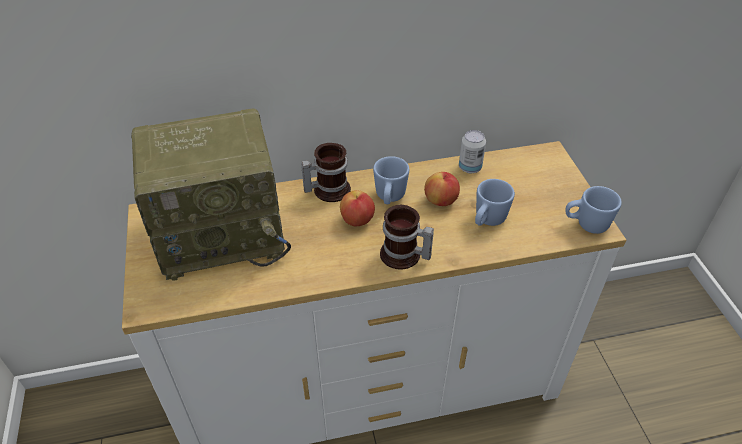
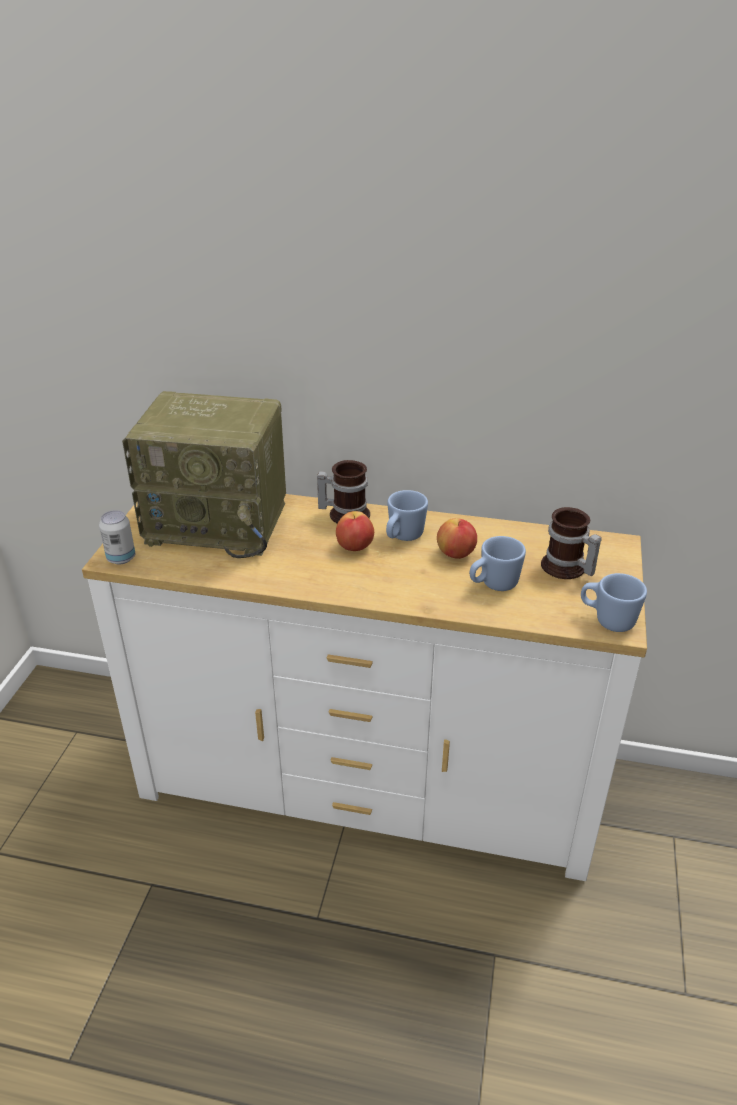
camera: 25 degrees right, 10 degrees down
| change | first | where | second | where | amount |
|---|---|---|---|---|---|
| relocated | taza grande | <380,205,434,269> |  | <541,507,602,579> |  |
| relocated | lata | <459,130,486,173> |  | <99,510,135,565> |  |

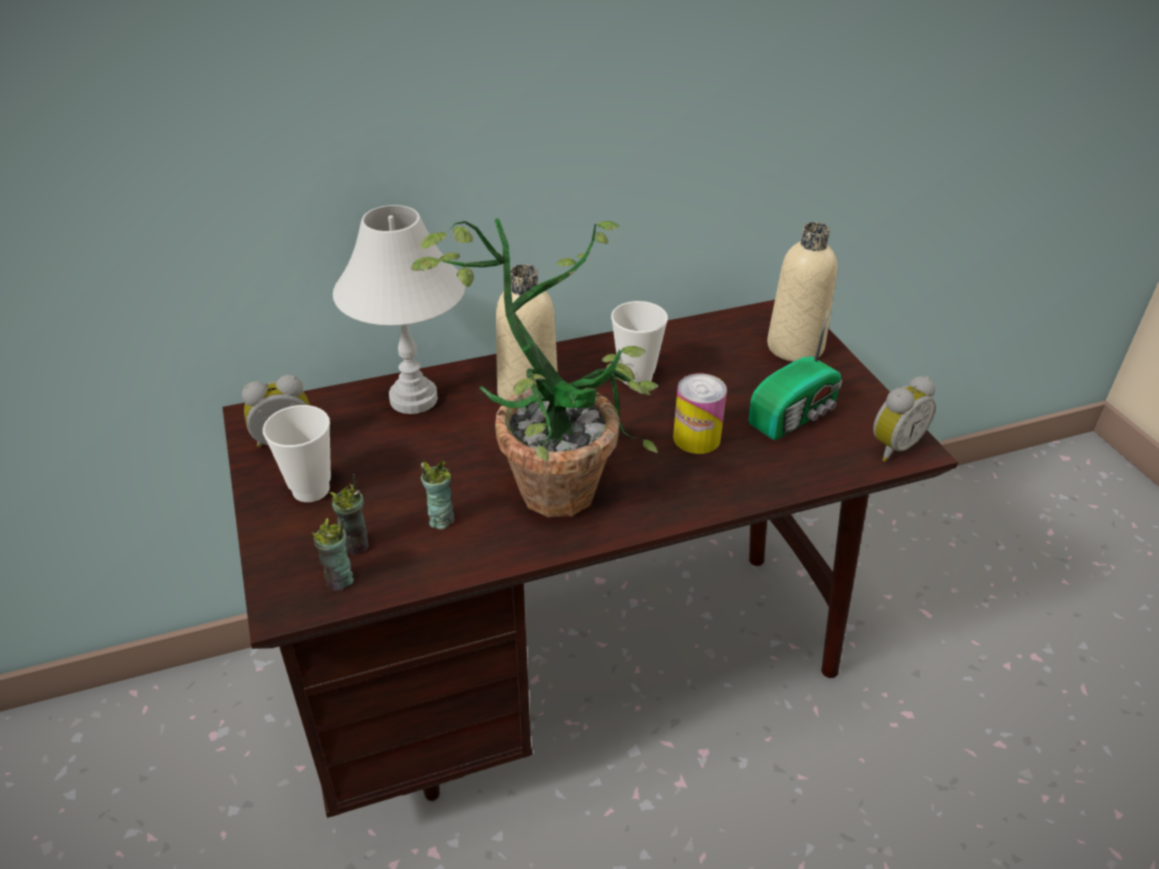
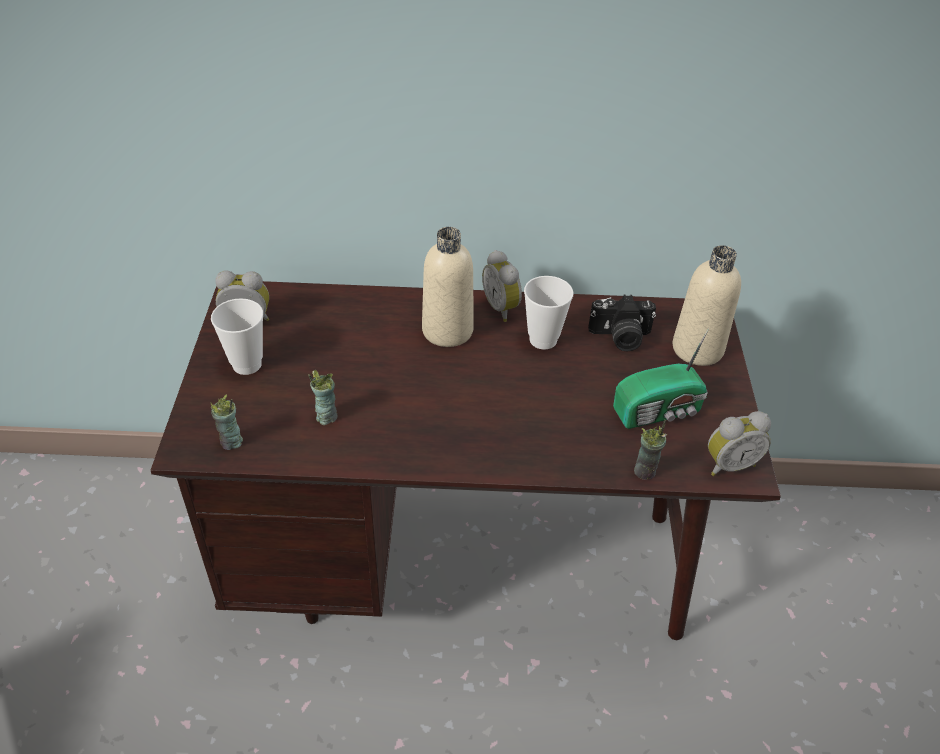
camera: 20 degrees right, 5 degrees up
| change | first | where | second | where | amount |
|---|---|---|---|---|---|
| relocated | taza | <330,474,369,555> |  | <634,419,667,479> |  |
| missing | lámpara de mesa [blanco] | <333,205,466,414> |  |  |  |
| missing | planta en maceta | <411,218,659,517> |  |  |  |
| missing | lata | <673,373,727,454> |  |  |  |
| appeared |  |  | despertador | <482,250,522,322> |  |
| appeared |  |  | cámara | <588,295,656,351> |  |

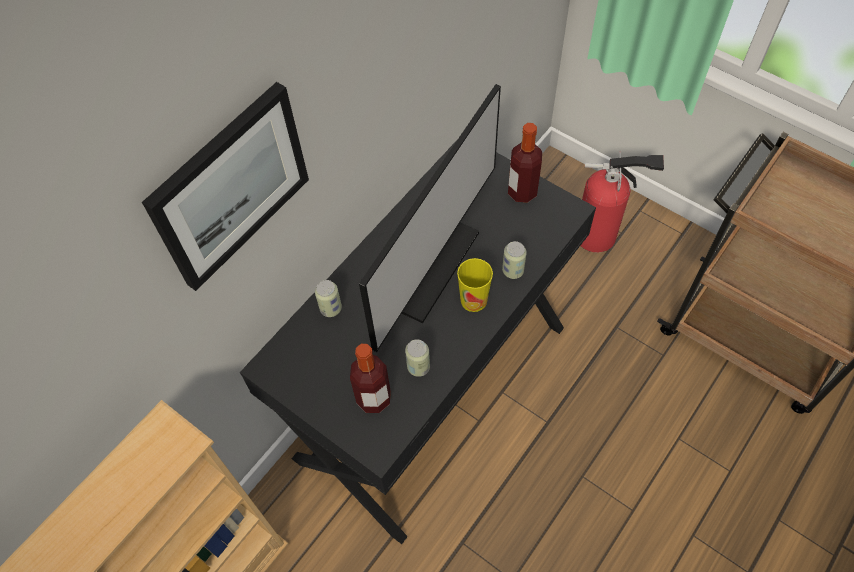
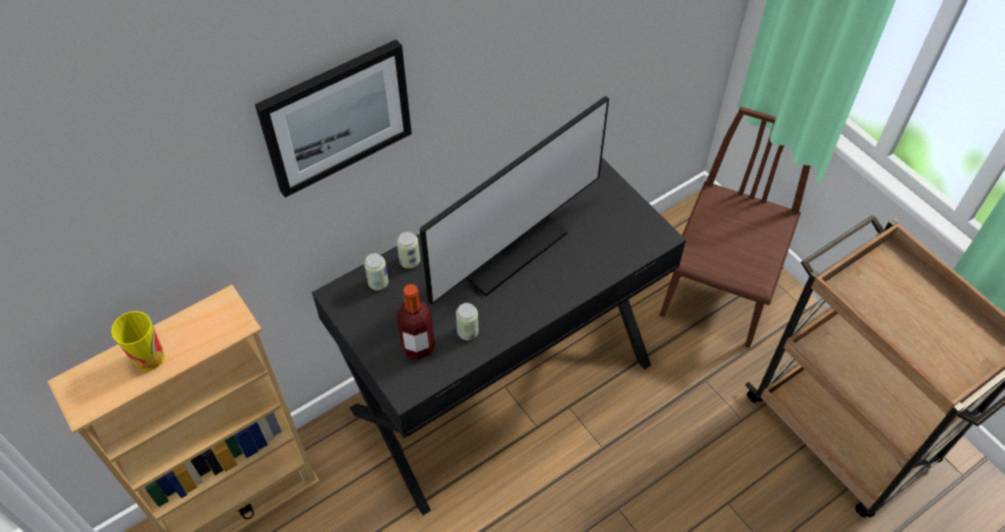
camera: 15 degrees right, 5 degrees down
| change | first | where | second | where | amount |
|---|---|---|---|---|---|
| relocated | taza | <457,258,493,312> |  | <111,311,165,371> |  |
| relocated | lata | <502,241,527,279> |  | <364,253,388,290> |  |
| missing | botella | <508,123,542,203> |  |  |  |
| exchanged | extintor | <581,152,664,252> | silla [marrón] | <659,107,810,348> |  |

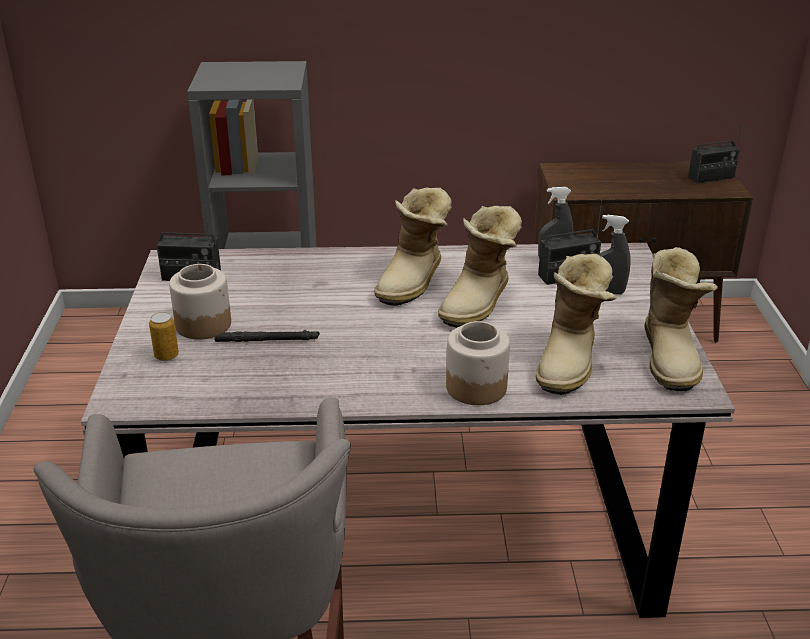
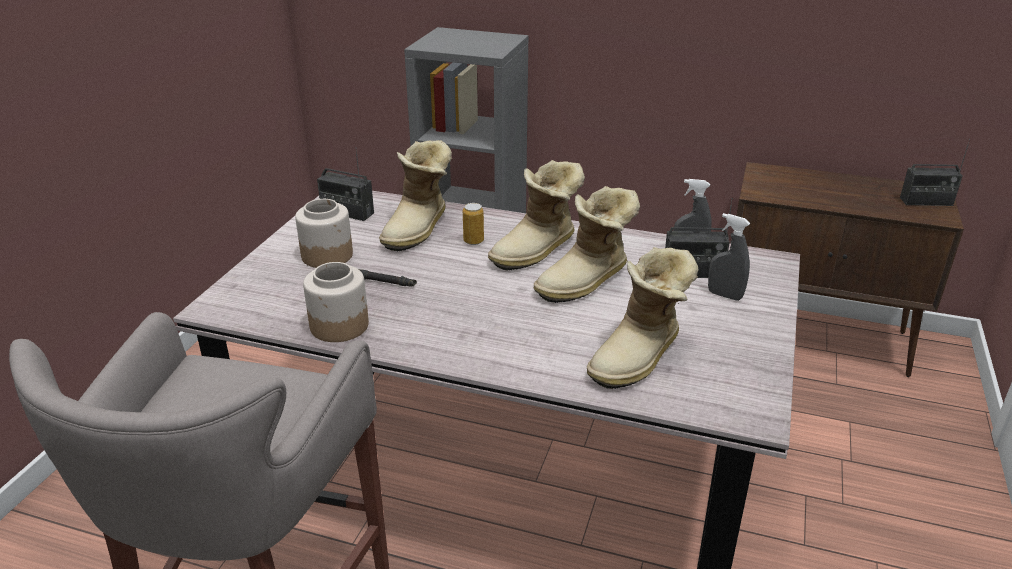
camera: 20 degrees right, 0 degrees up
| change | first | where | second | where | amount |
|---|---|---|---|---|---|
| relocated | lata | <149,312,179,361> |  | <463,203,484,245> |  |
| relocated | tarro | <446,321,510,405> |  | <303,262,369,342> |  |
| relocated | bota | <645,247,718,391> |  | <379,140,452,252> |  |

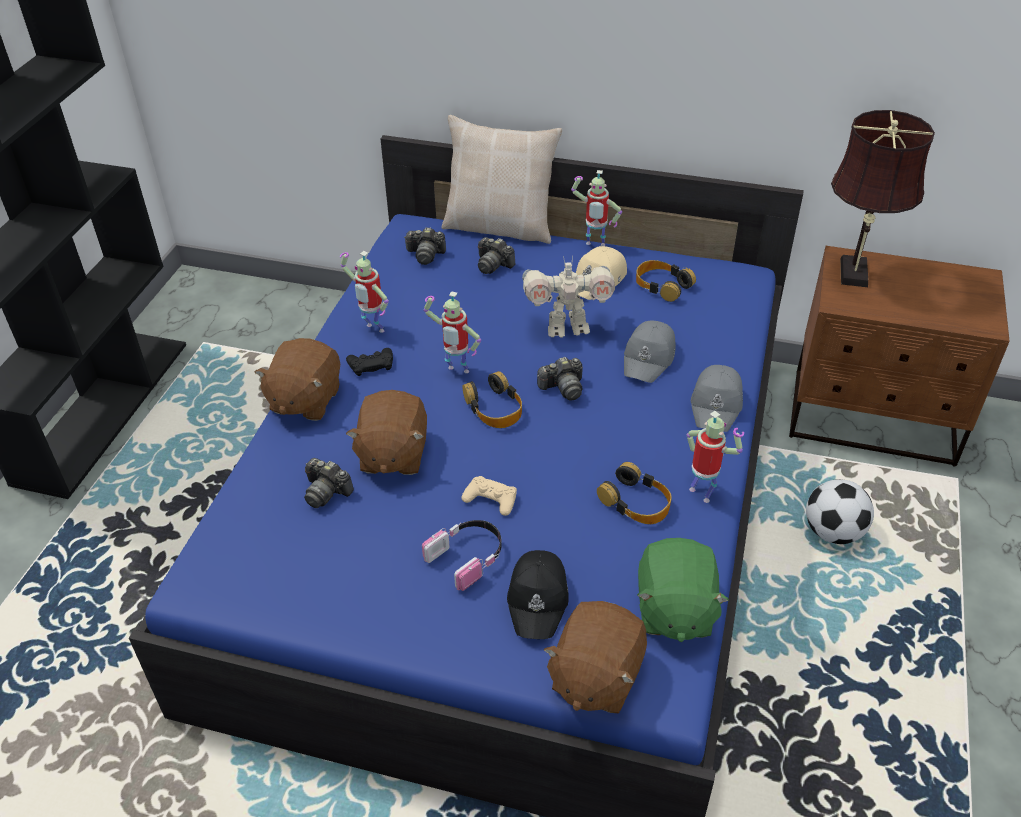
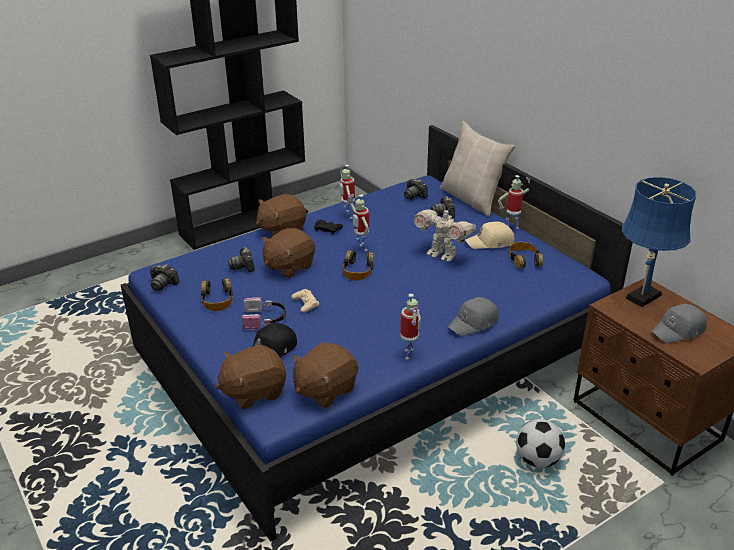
camera: 40 degrees right, 10 degrees down
| change | first | where | second | where | amount |
|---|---|---|---|---|---|
| relocated | cámara | <537,357,583,401> |  | <150,264,180,291> |  |
| spun | robot de juguete | <571,170,622,246> |  | <498,175,530,229> | 120 degrees clockwise |
| relocated | auriculares | <597,462,672,524> |  | <201,278,233,311> |  |
| relocated | gorra [gris] | <624,321,676,383> |  | <651,304,707,343> |  |
| colour | peluche [verde] | <637,538,729,642> | peluche [marrón] | <292,342,358,408> |  |
| colour | lámpara de mesa [marrón] | <831,110,935,287> | lámpara de mesa [azul] | <622,177,696,307> |  |

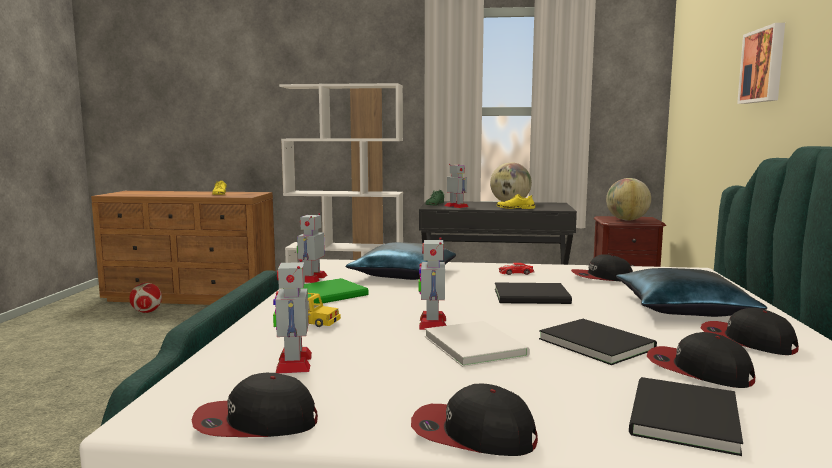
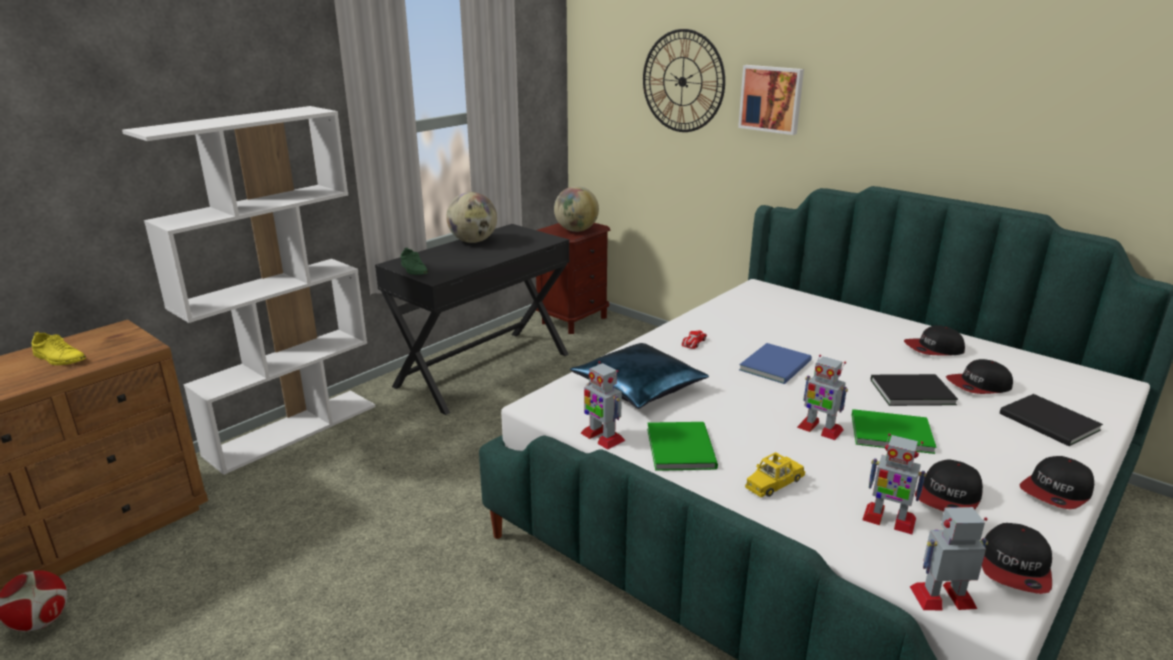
camera: 55 degrees left, 15 degrees up
| change | first | where | second | where | amount |
|---|---|---|---|---|---|
| colour | libro [blanco] | <425,321,530,367> | libro [verde] | <852,409,936,454> |  |
| relocated | robot de juguete | <445,164,468,208> |  | <910,507,988,610> |  |
| colour | libro [negro] | <495,283,572,304> | libro [azul] | <739,343,812,384> |  |
| missing | zapato [amarillo] | <496,194,535,209> |  |  |  |
| relocated | gorra | <571,254,633,281> |  | <915,459,983,511> |  |
| missing | cojín [azul] | <616,268,767,317> |  |  |  |
| appeared |  |  | reloj de pared | <643,29,725,132> |  |

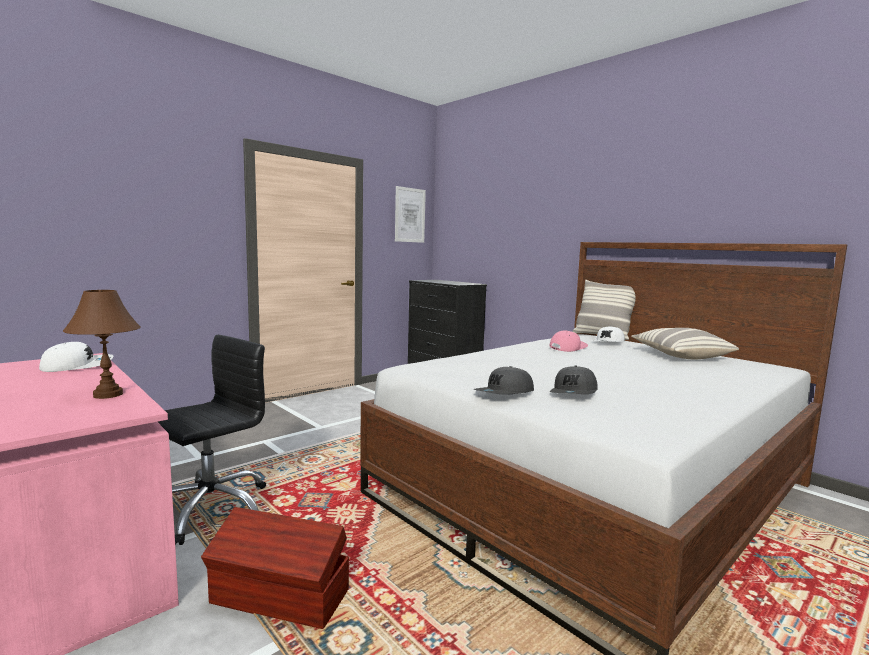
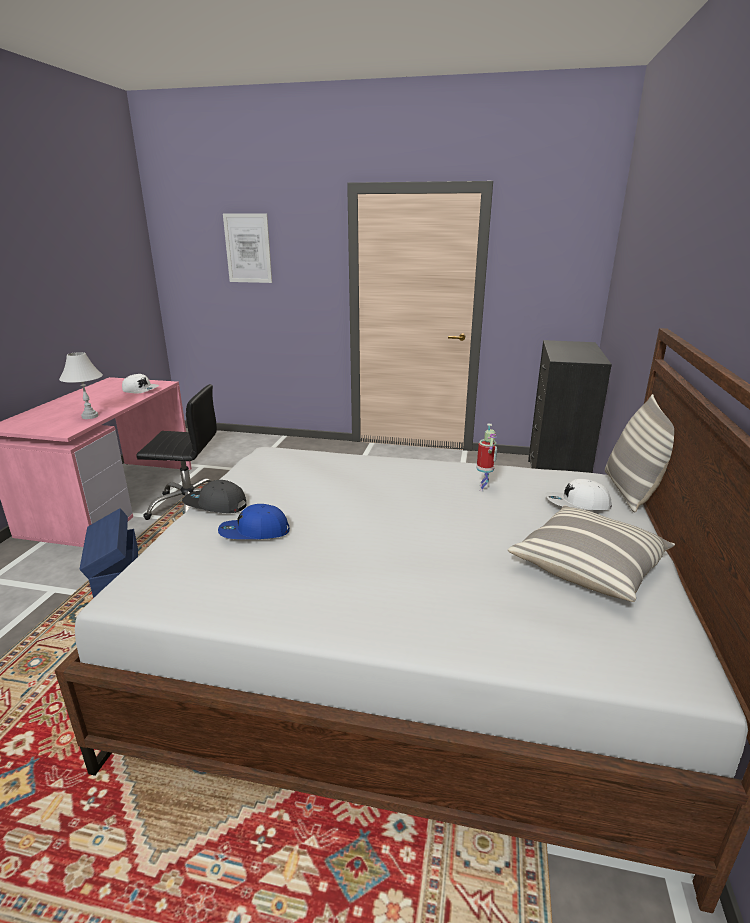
camera: 55 degrees right, 15 degrees up
| change | first | where | second | where | amount |
|---|---|---|---|---|---|
| colour | lámpara de mesa [marrón] | <63,290,141,399> | lámpara de mesa [blanco] | <59,352,103,419> |  |
| colour | caja de almacenaje [marrón] | <201,507,349,629> | caja de almacenaje [azul] | <79,508,138,598> |  |
| relocated | cuadro | <395,186,426,243> |  | <223,213,272,283> |  |
| exchanged | gorra [rosa] | <549,331,588,352> | robot de juguete | <477,424,497,492> |  |
| colour | gorra [gris] | <550,366,598,394> | gorra [azul] | <218,504,290,539> |  |

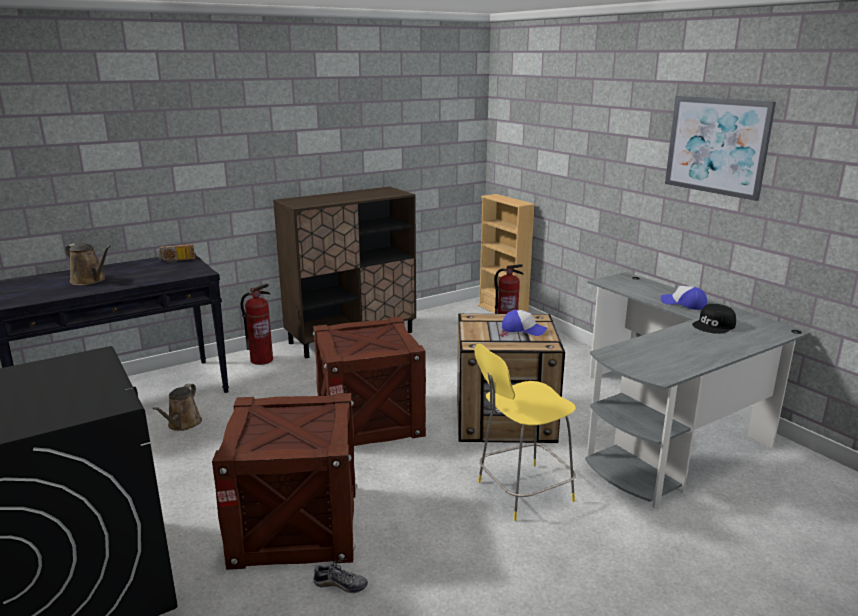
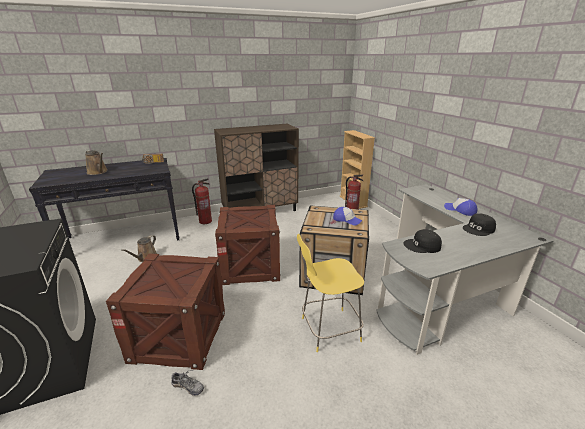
camera: 10 degrees right, 5 degrees up
| change | first | where | second | where | amount |
|---|---|---|---|---|---|
| missing | cuadro | <665,96,776,201> |  |  |  |
| appeared |  |  | gorra [negro] | <404,229,442,253> |  |

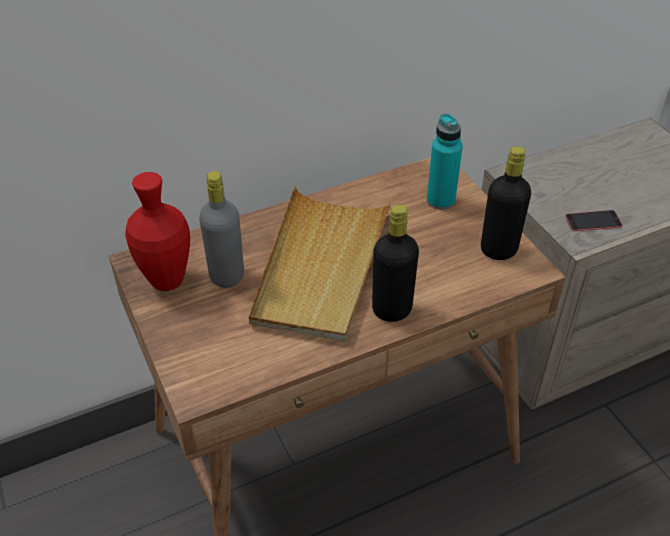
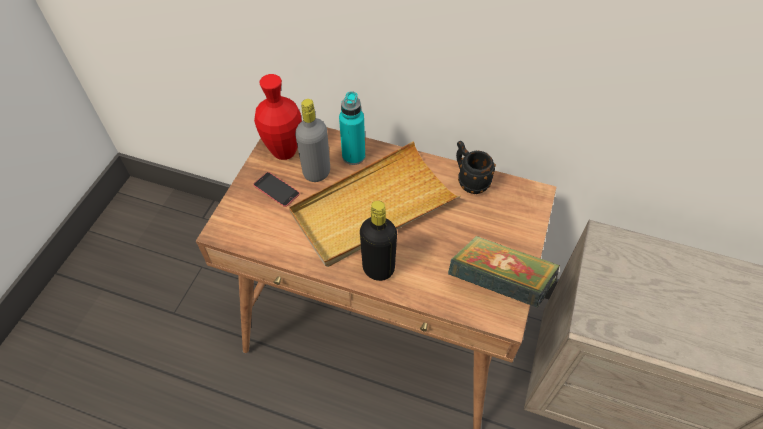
camera: 45 degrees right, 10 degrees up
| change | first | where | second | where | amount |
|---|---|---|---|---|---|
| relocated | botella [turquesa] | <427,113,463,210> |  | <339,91,365,165> |  |
| exchanged | botella [negro] | <481,146,531,260> | libro | <448,236,560,308> |  |
| relocated | móvil | <565,210,623,231> |  | <253,172,300,207> |  |
| appeared |  |  | taza grande [negro] | <456,141,496,194> |  |

